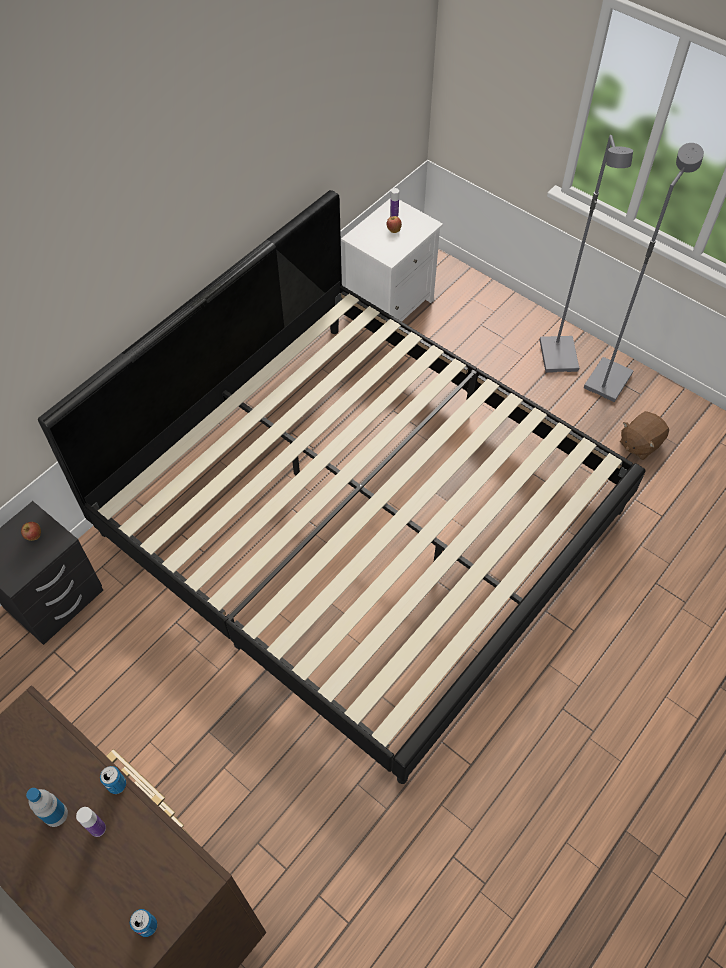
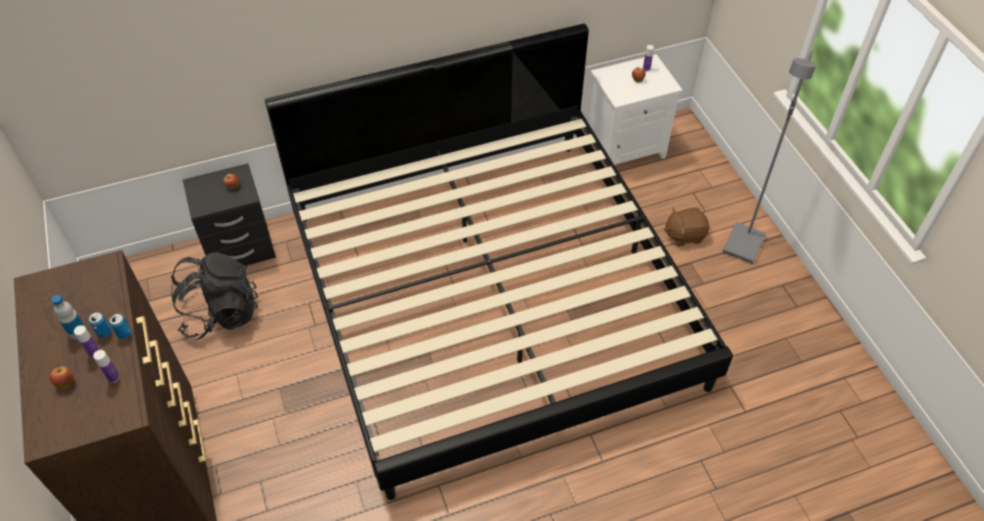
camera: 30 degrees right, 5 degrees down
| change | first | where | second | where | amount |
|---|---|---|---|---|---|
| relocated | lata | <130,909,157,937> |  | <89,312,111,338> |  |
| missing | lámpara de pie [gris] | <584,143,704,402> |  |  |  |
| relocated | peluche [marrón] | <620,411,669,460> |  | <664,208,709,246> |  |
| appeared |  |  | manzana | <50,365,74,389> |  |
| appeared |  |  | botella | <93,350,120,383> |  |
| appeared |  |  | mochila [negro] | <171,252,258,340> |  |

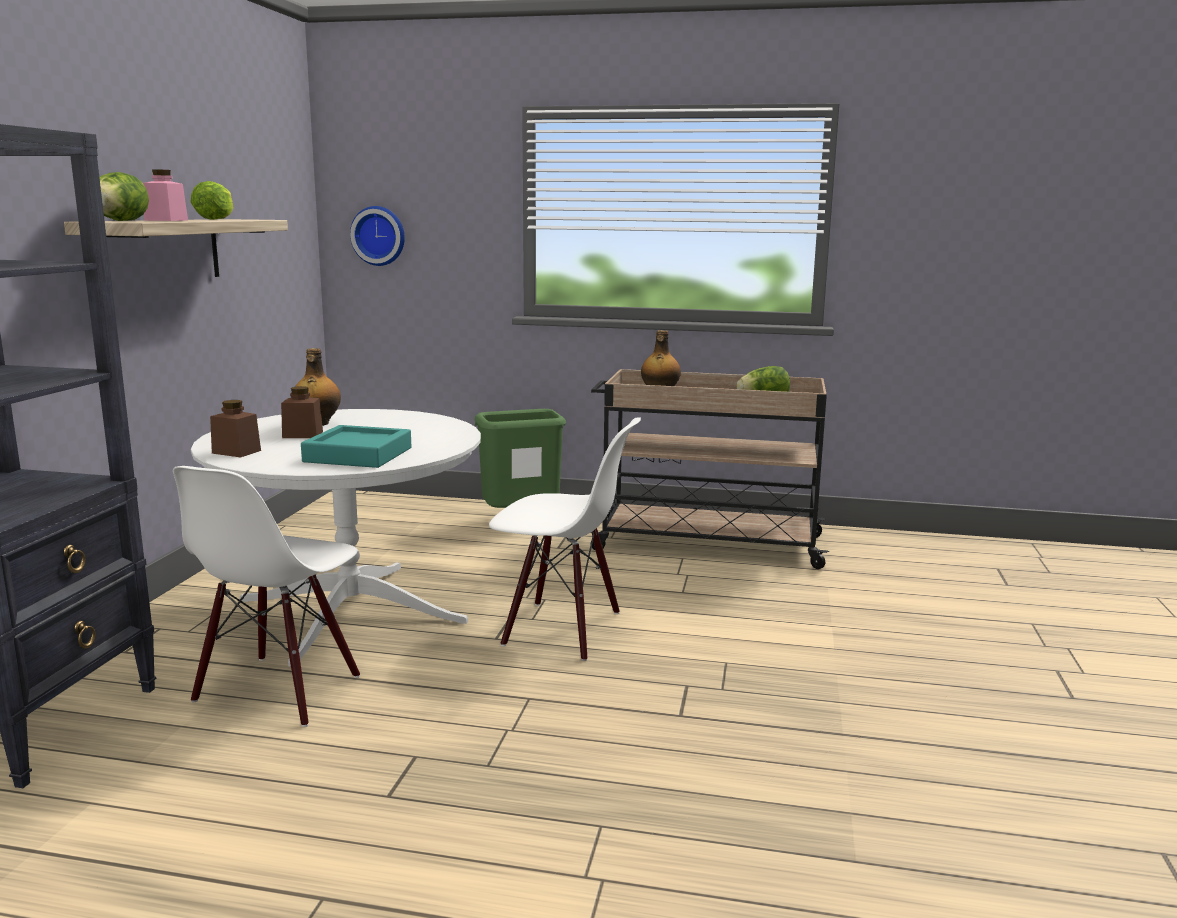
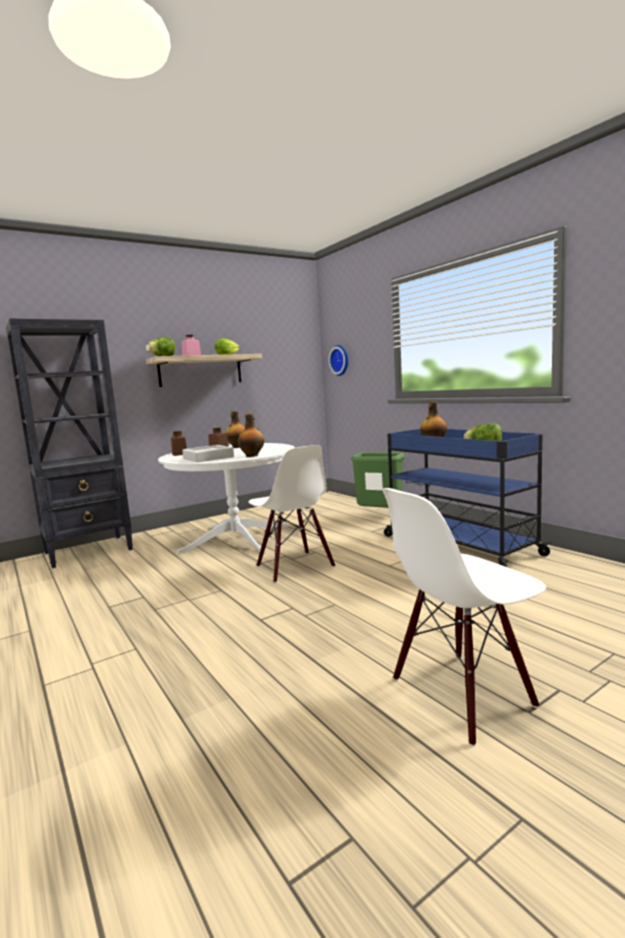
camera: 45 degrees right, 5 degrees down
| change | first | where | second | where | amount |
|---|---|---|---|---|---|
| relocated | silla [blanco] | <173,466,360,727> |  | <383,488,546,747> |  |
| colour | bandeja [turquesa] | <301,425,412,468> | bandeja [gris] | <182,445,234,462> |  |
| colour | carrito [beis] | <591,369,829,569> | carrito [azul] | <384,429,552,567> |  |
| appeared |  |  | botella | <238,413,264,457> |  |

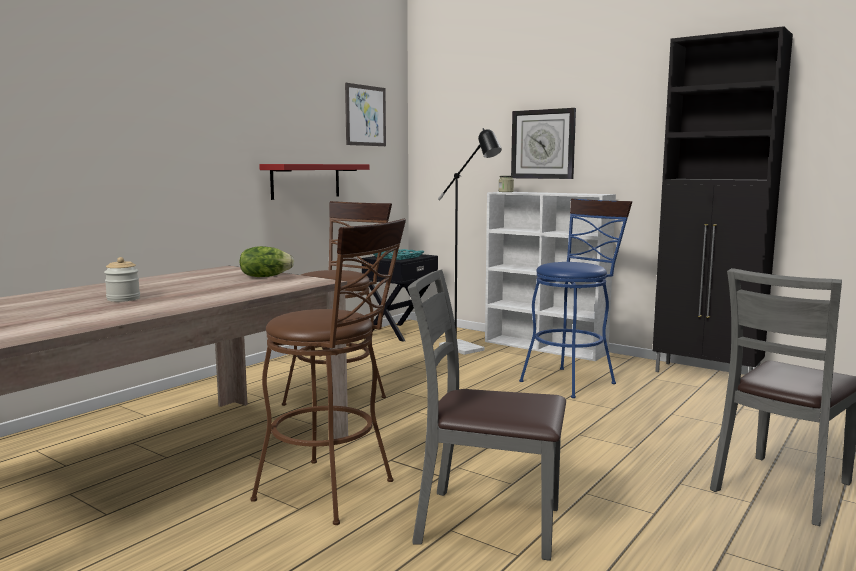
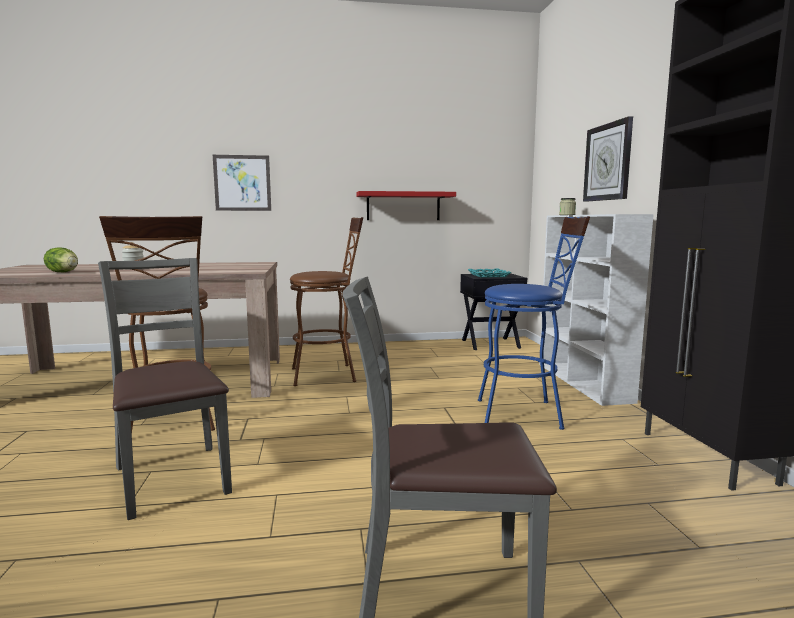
camera: 45 degrees right, 0 degrees up
| change | first | where | second | where | amount |
|---|---|---|---|---|---|
| relocated | lechuga | <239,246,294,277> |  | <44,247,78,272> |  |
| relocated | cuadro | <345,83,386,146> |  | <213,155,271,211> |  |
| missing | lámpara de pie [negro] | <438,128,502,355> |  |  |  |

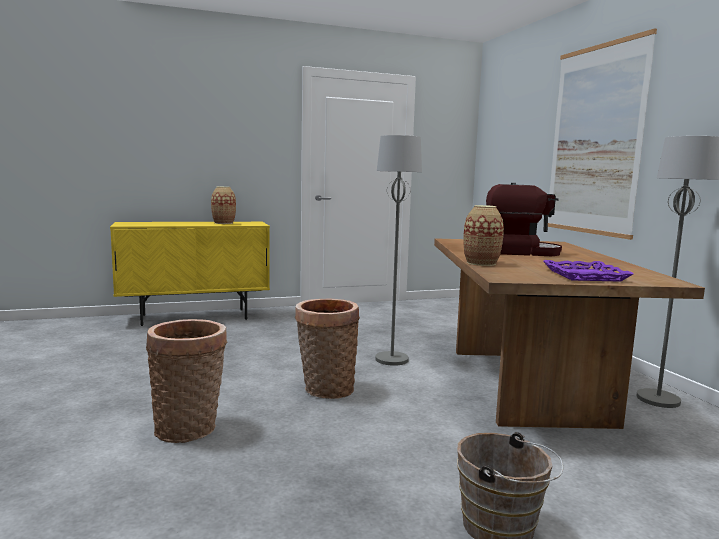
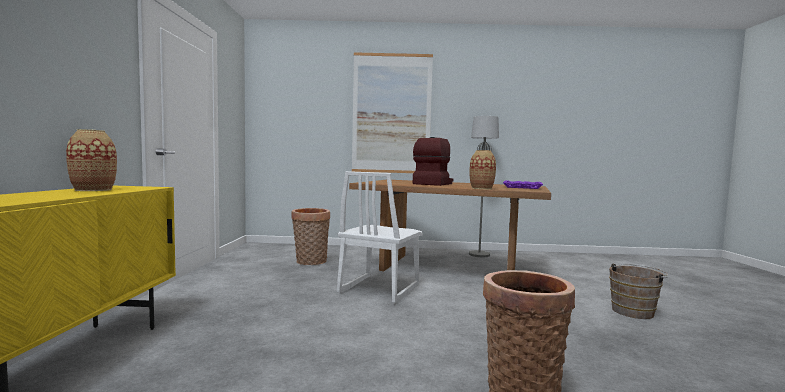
camera: 70 degrees left, 5 degrees down
| change | first | where | second | where | amount |
|---|---|---|---|---|---|
| relocated | cesta | <295,299,360,399> |  | <291,208,330,265> |  |
| exchanged | lámpara de pie [gris] | <375,135,422,366> | silla [blanco] | <337,171,423,303> |  |

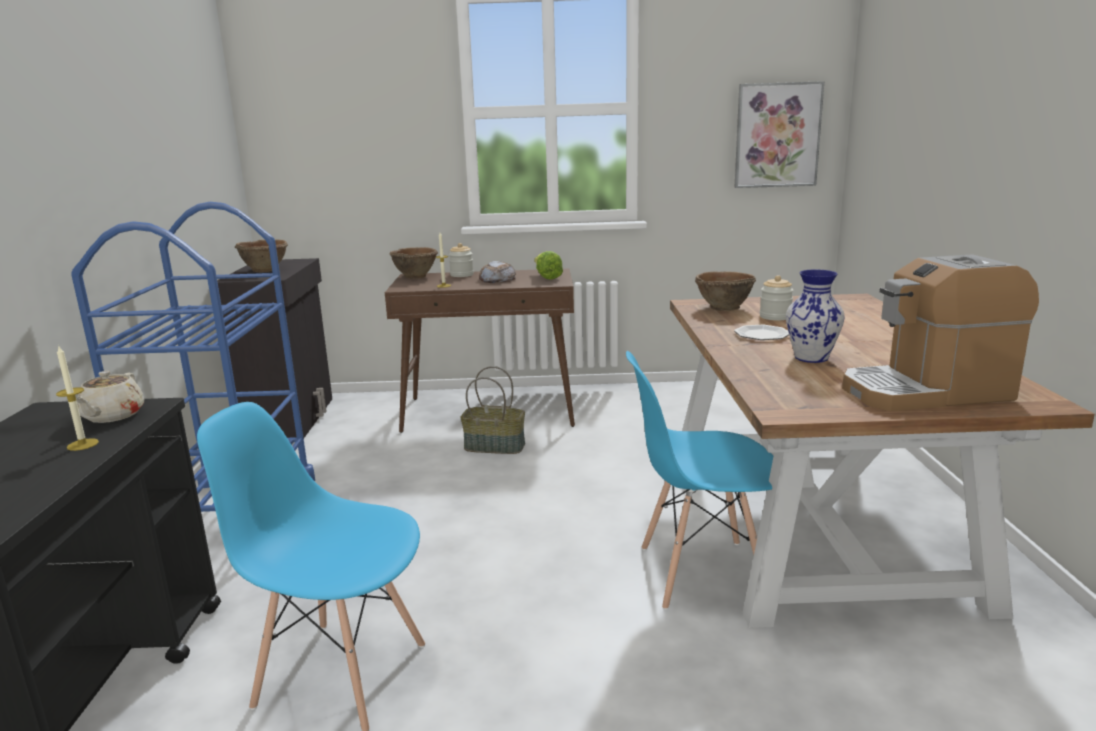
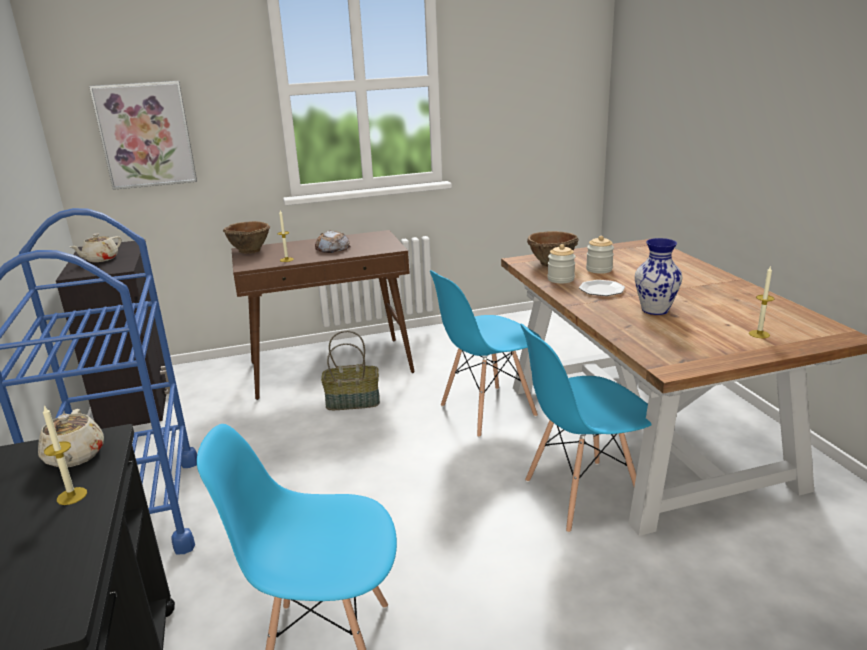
camera: 15 degrees left, 5 degrees up
| change | first | where | second | where | amount |
|---|---|---|---|---|---|
| exchanged | cuenco [marrón] | <235,240,288,272> | tetera [beis] | <70,233,122,262> |  |
| relocated | tarro | <449,243,474,277> |  | <547,244,576,284> |  |
| missing | lechuga | <534,251,563,279> |  |  |  |
| relocated | cuadro | <734,81,824,188> |  | <89,81,197,190> |  |
| exchanged | cafetera | <842,254,1039,411> | vela | <749,267,775,338> |  |
| appeared |  |  | silla [azul] | <430,270,541,437> |  |

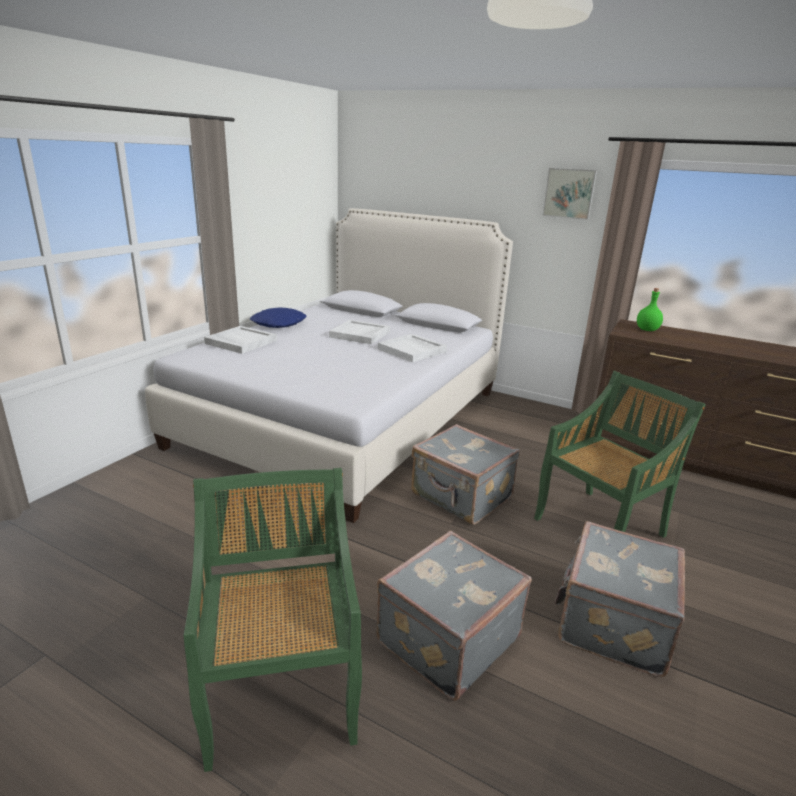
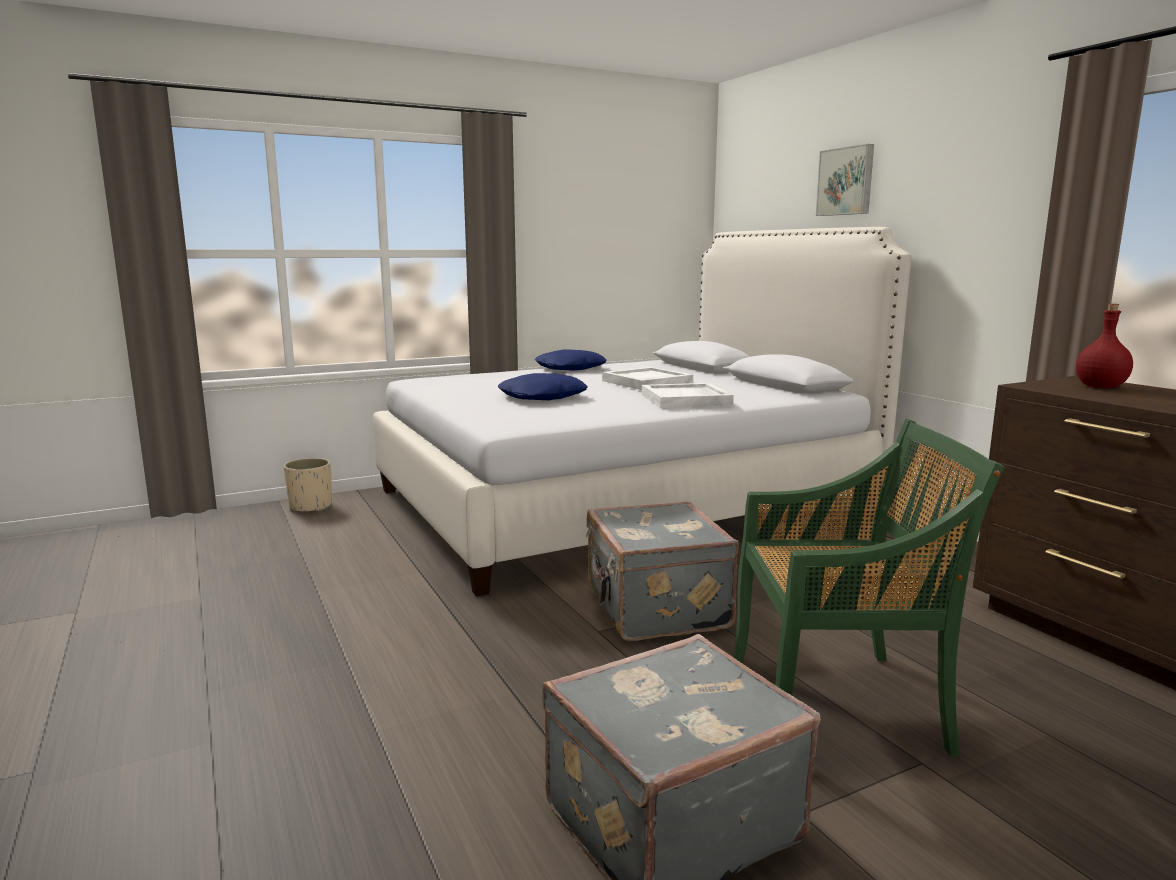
camera: 35 degrees right, 10 degrees down
| change | first | where | second | where | amount |
|---|---|---|---|---|---|
| missing | silla [verde] | <184,468,362,772> |  |  |  |
| missing | bandeja [blanco] | <204,326,277,354> |  |  |  |
| missing | maleta [gris] | <376,531,532,701> |  |  |  |
| relocated | cuadro | <542,168,597,220> |  | <816,144,874,216> |  |
| colour | botella [verde] | <637,288,663,331> | botella [rojo] | <1076,304,1133,388> |  |
| appeared |  |  | maceta [beis] | <284,458,332,512> |  |
| appeared |  |  | cojín [azul] | <498,373,588,400> |  |

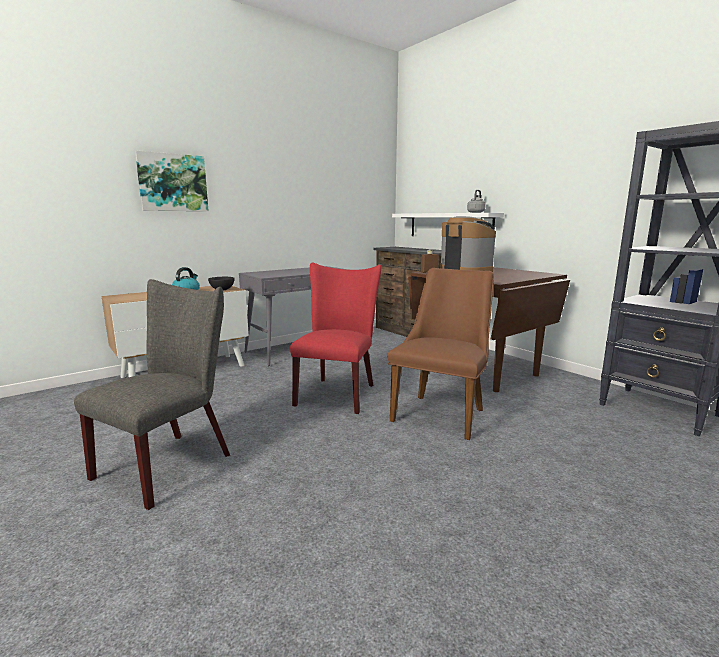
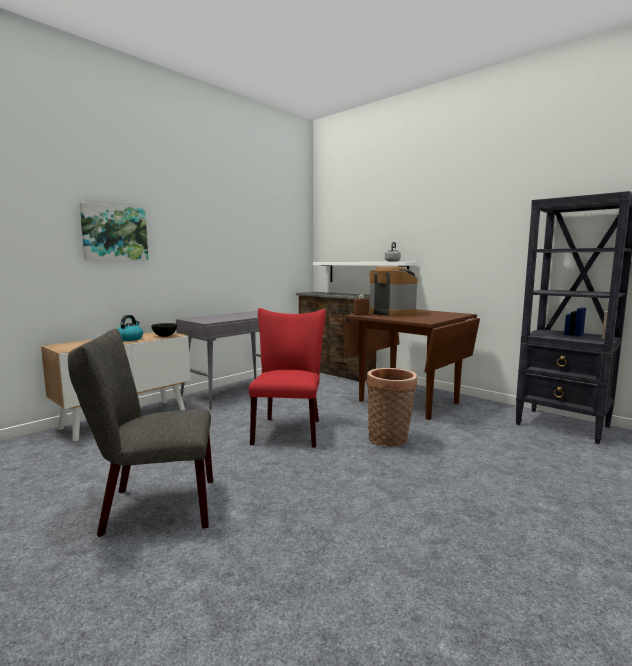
camera: 10 degrees left, 5 degrees down
| change | first | where | second | where | amount |
|---|---|---|---|---|---|
| spun | silla [gris] | <74,279,230,510> |  | <68,329,213,537> | 120 degrees counterclockwise |
| exchanged | silla [marrón] | <388,268,494,440> | cesta | <366,368,417,447> |  |

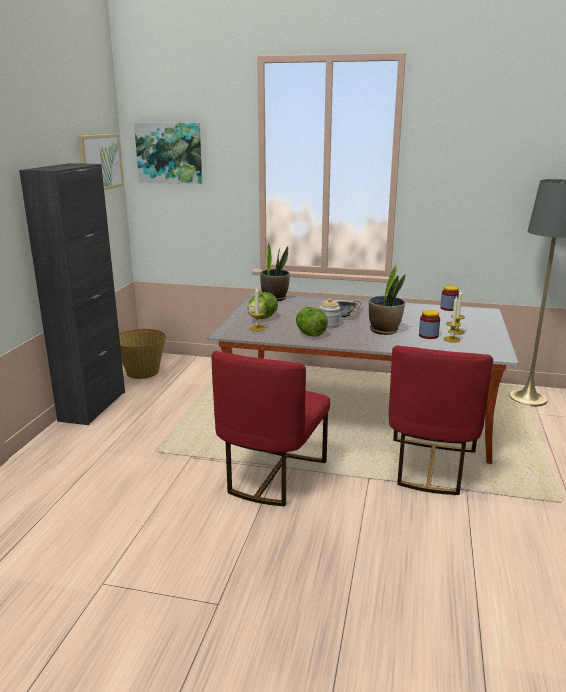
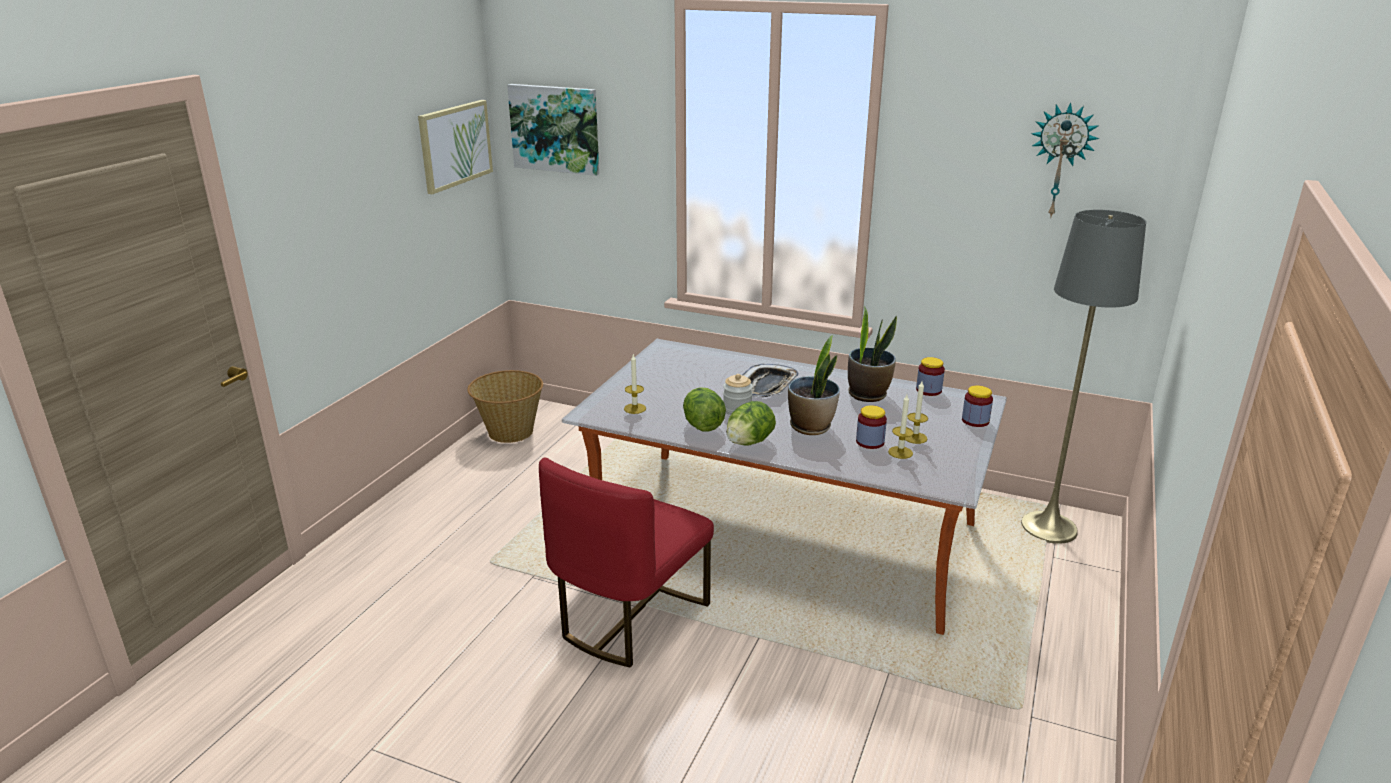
camera: 10 degrees right, 5 degrees up
| change | first | where | second | where | amount |
|---|---|---|---|---|---|
| missing | armario [negro] | <19,163,125,425> |  |  |  |
| relocated | lechuga | <248,292,278,319> |  | <726,401,776,446> |  |
| relocated | planta en maceta | <260,242,290,301> |  | <848,306,897,402> |  |
| missing | silla [rojo] | <389,345,493,495> |  |  |  |
| appeared |  |  | tarro | <962,386,993,427> |  |
| appeared |  |  | reloj de pared | <1031,103,1099,219> |  |

